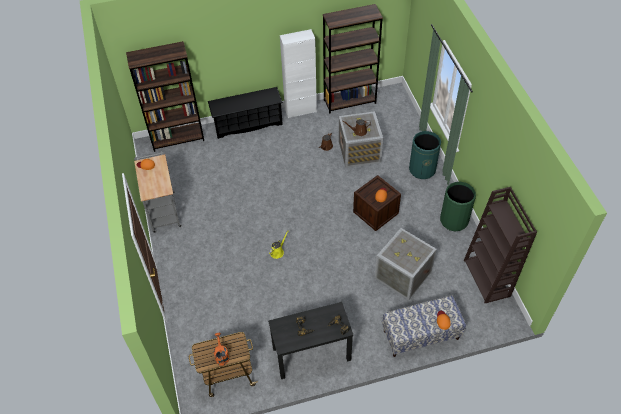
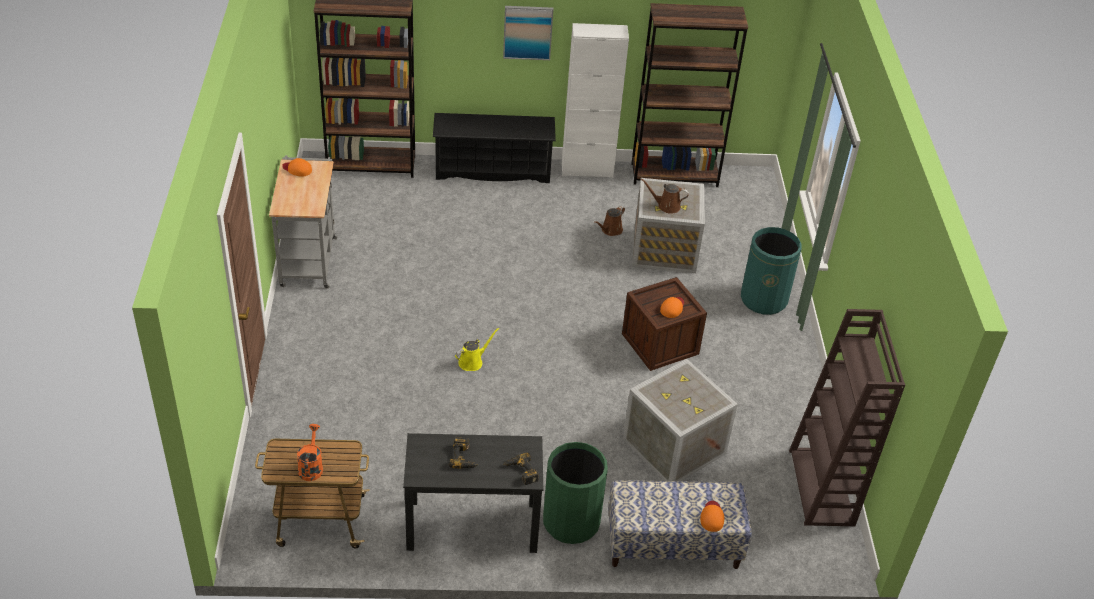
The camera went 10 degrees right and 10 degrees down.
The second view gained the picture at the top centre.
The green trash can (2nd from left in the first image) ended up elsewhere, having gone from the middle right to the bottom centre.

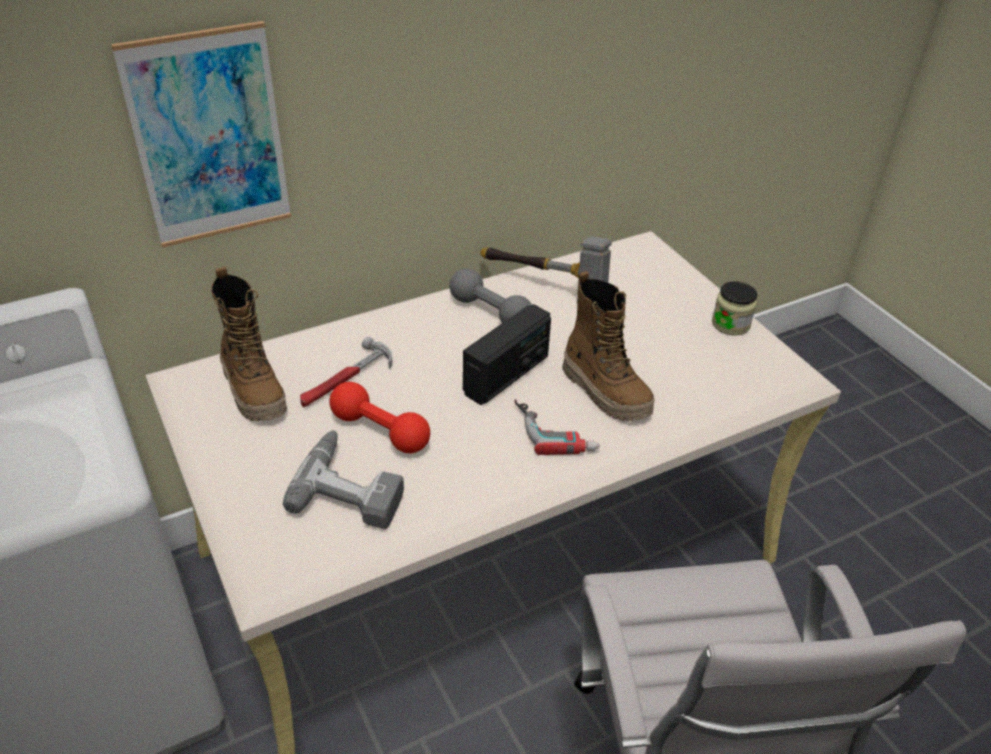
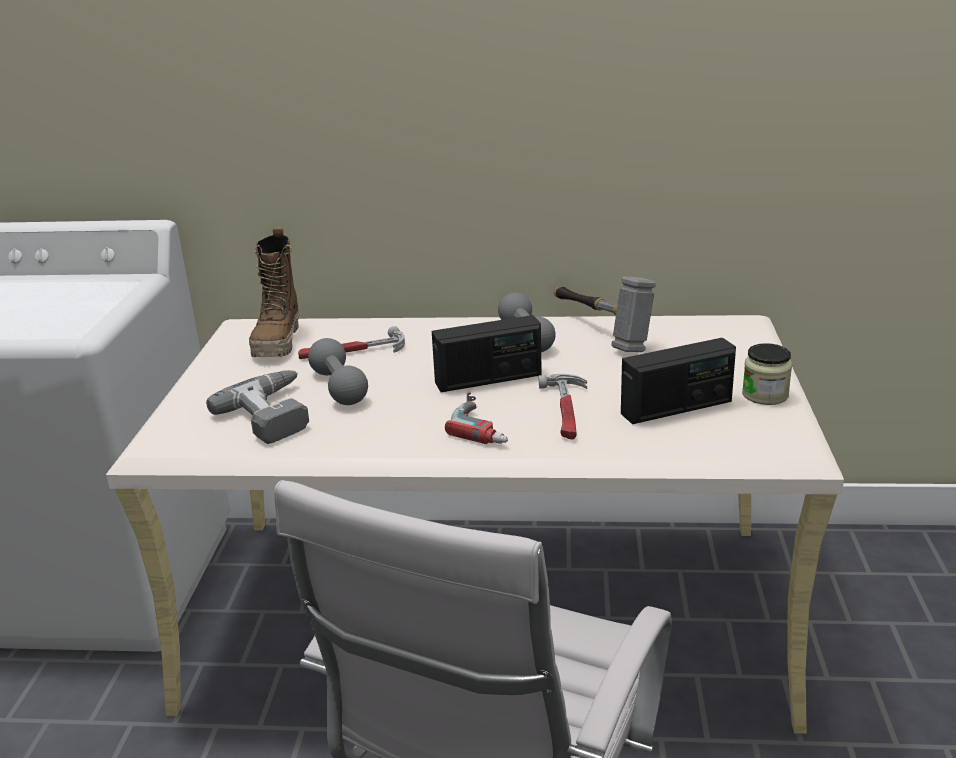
The camera went 35 degrees right and 15 degrees down.
The second view lost the picture at the top left.
The second view gained the radio (2nd from left) at the middle right.
Where the boot (2nd from left) stood at the centre, the hammer (2nd from left) came to stand at the centre.
What was the red dumbbell at the centre turned into the grey dumbbell (1st from left) at the centre.

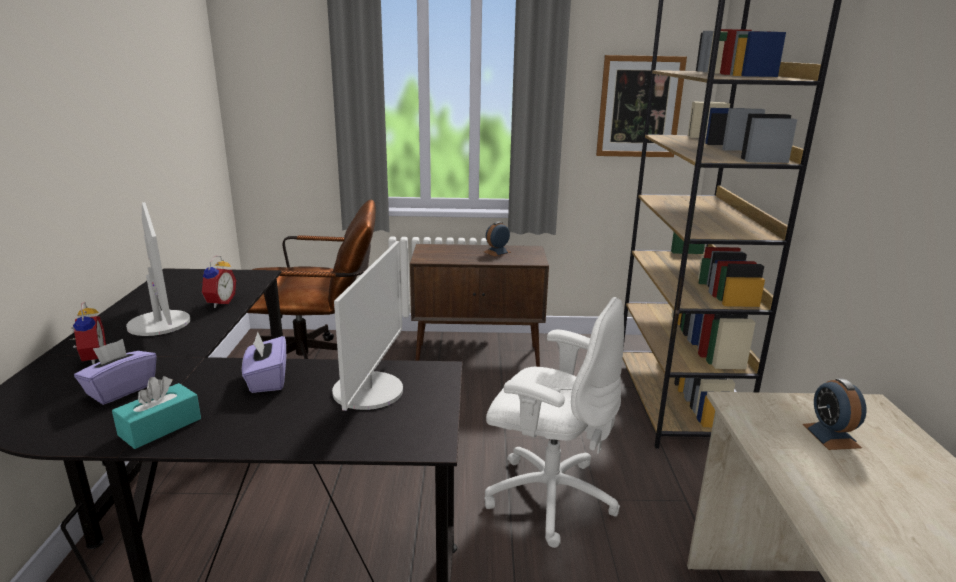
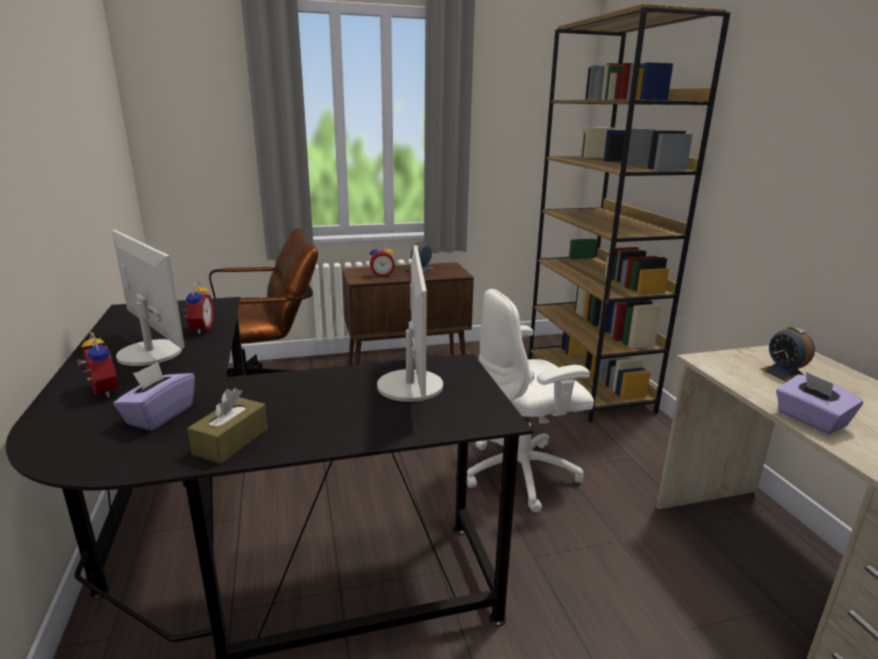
The camera went 15 degrees left and 0 degrees up.
The second view lost the picture at the top right.
The second view gained the alarm clock (3rd from left) at the centre.
The purple tissue box (2nd from left) ended up elsewhere, having gone from the middle left to the middle right.
What was the turquoise tissue box at the bottom left turned into the brown tissue box at the middle left.
The white office chair at the bottom centre ended up facing another way, 150 degrees clockwise from before.

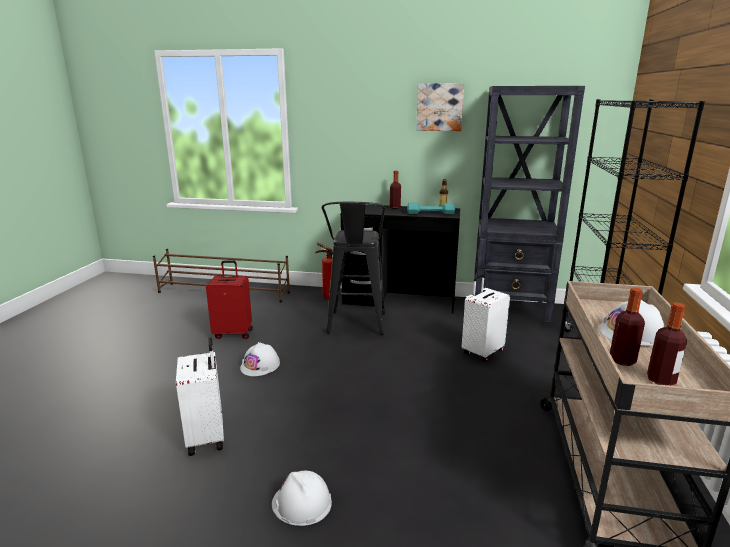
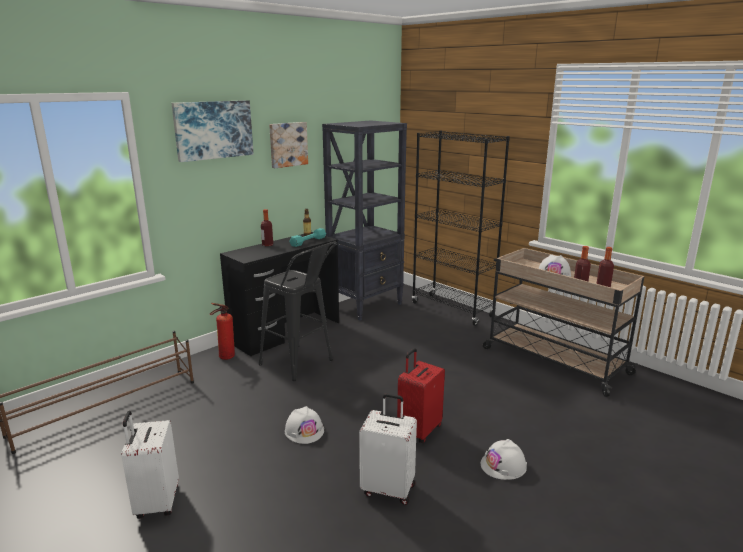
The camera went 55 degrees left and 0 degrees up.
The second view gained the picture (1st from left) at the top left.
The red suitcase ended up elsewhere, having gone from the middle left to the bottom centre.
The white suitcase (2nd from left in the first image) ended up elsewhere, having gone from the centre to the bottom left.

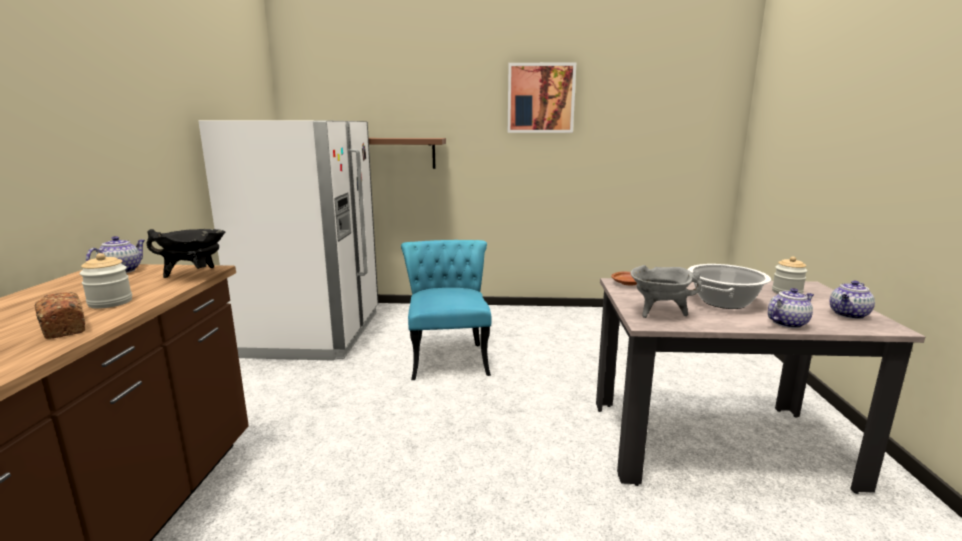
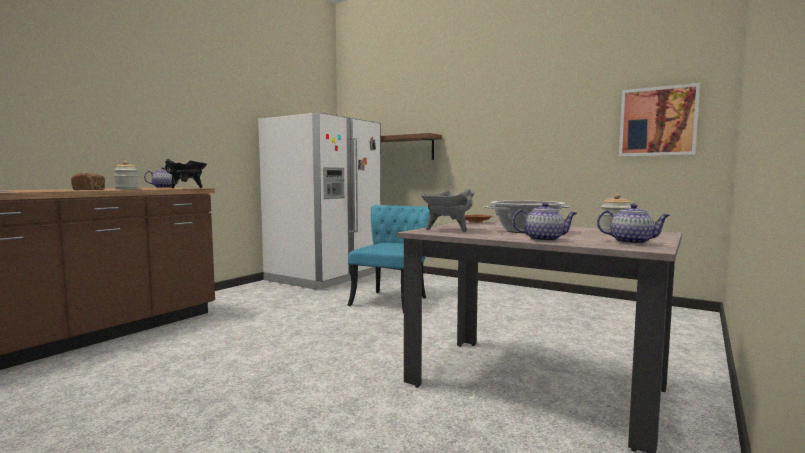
The camera went 30 degrees right and 10 degrees down.
The picture ended up elsewhere, having gone from the top centre to the top right.
The teapot (3rd from left) at the middle right ended up facing another way, 150 degrees counterclockwise from before.

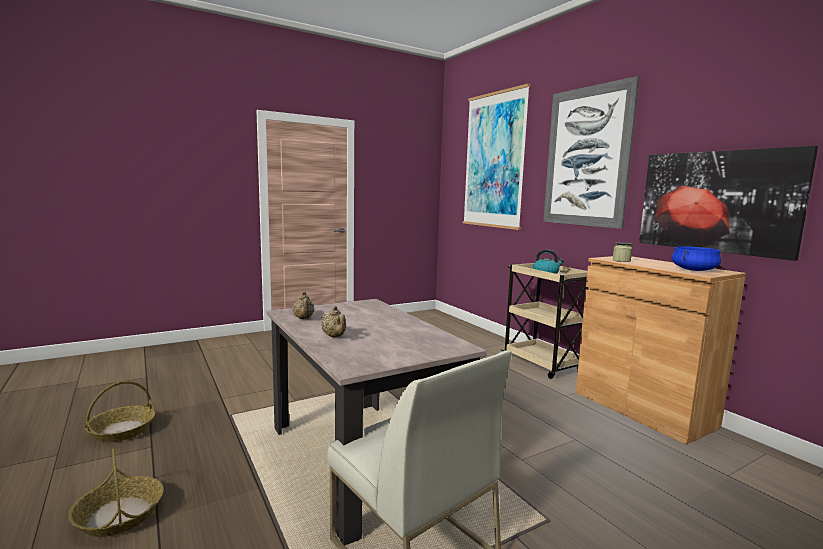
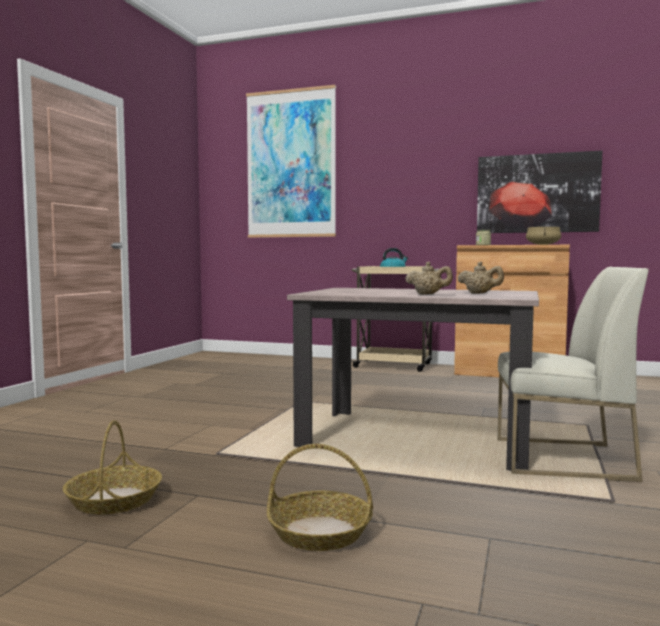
The camera went 40 degrees left and 5 degrees down.
The second view lost the picture (2nd from left) at the top right.
The beige teapot (1st from left in the first image) ended up elsewhere, having gone from the centre to the middle right.
What was the blue cooking pot at the middle right turned into the beige cooking pot at the middle right.

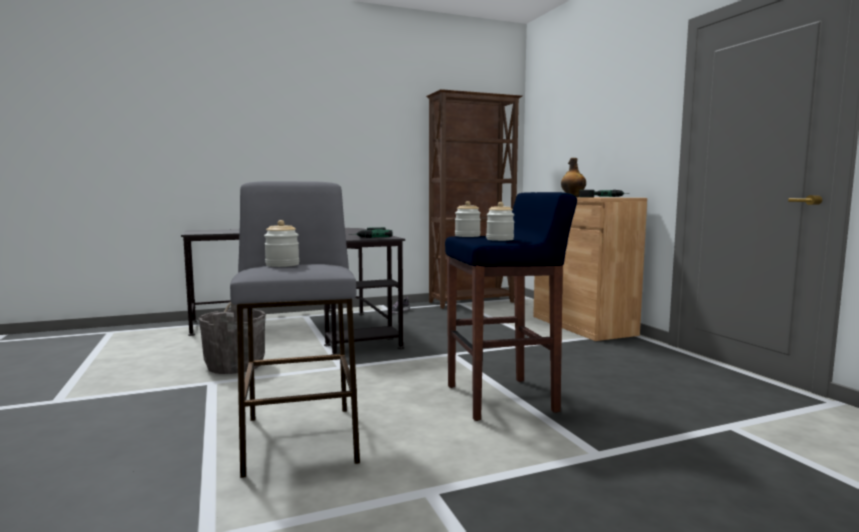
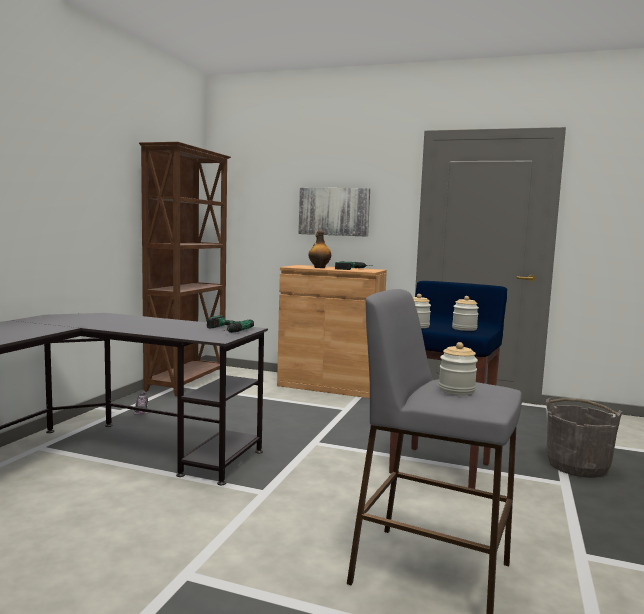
The camera went 50 degrees left and 0 degrees up.
The second view gained the picture at the centre.
The grey bucket ended up elsewhere, having gone from the middle left to the bottom right.

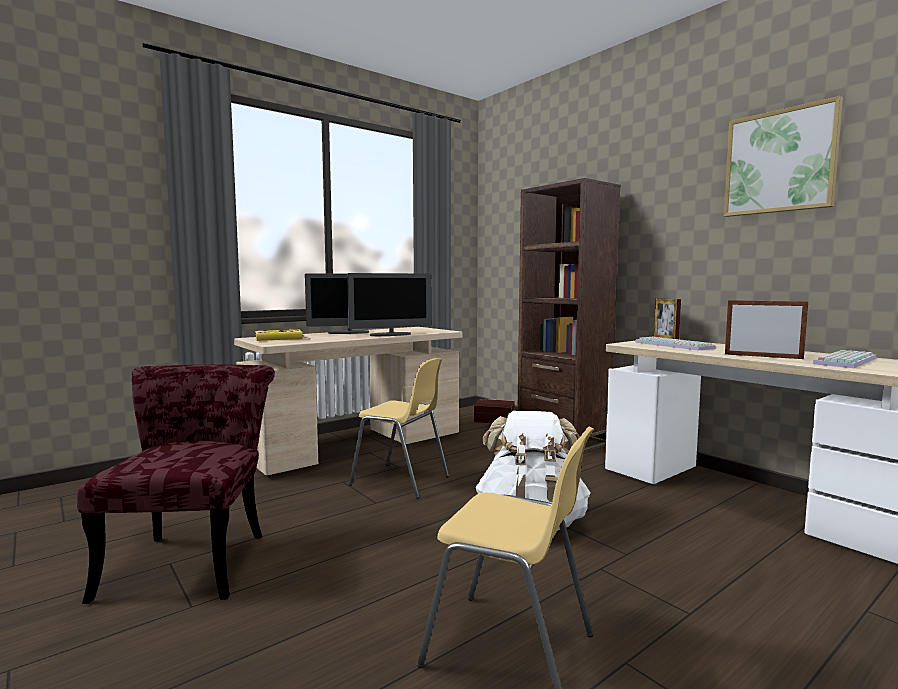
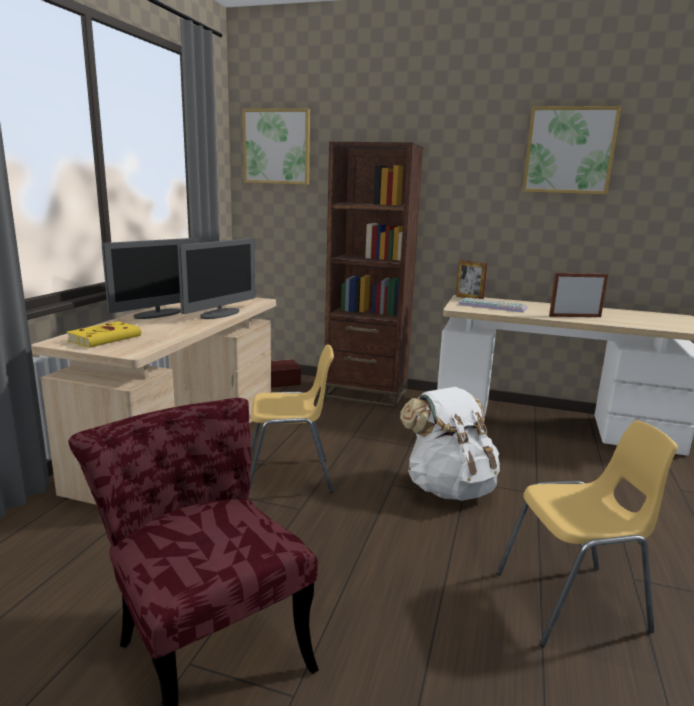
The camera went 35 degrees left and 10 degrees up.
The second view lost the keyboard (2nd from left) at the middle right.
The second view gained the picture (1st from left) at the top centre.

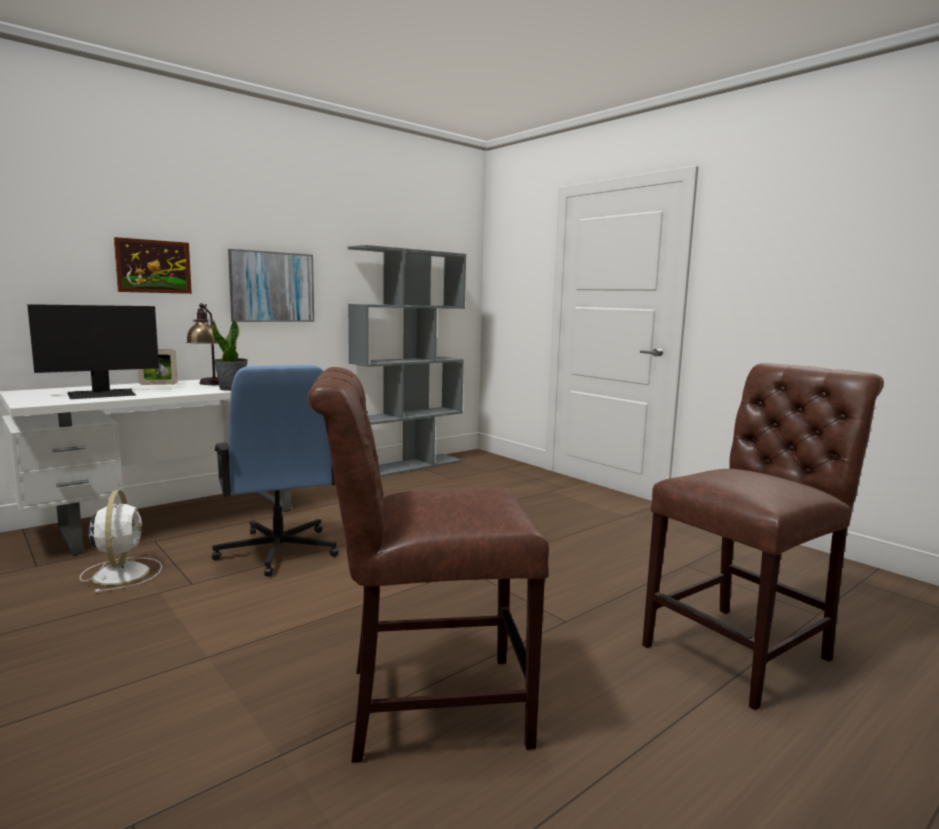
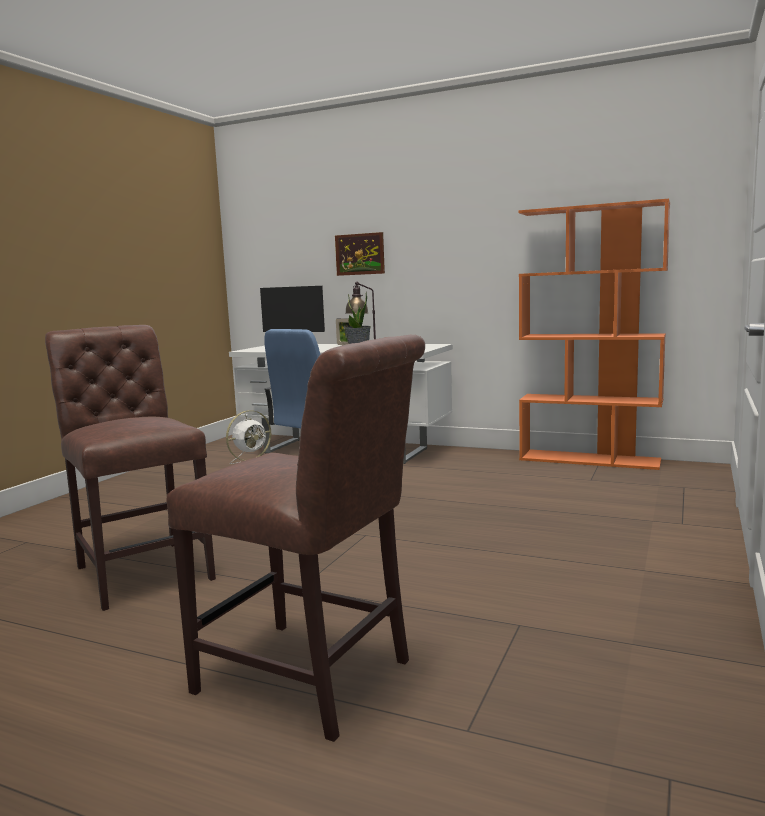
The camera went 65 degrees right and 0 degrees up.
The second view lost the picture (2nd from left) at the middle left.
What was the grey bookcase at the centre turned into the orange bookcase at the middle right.

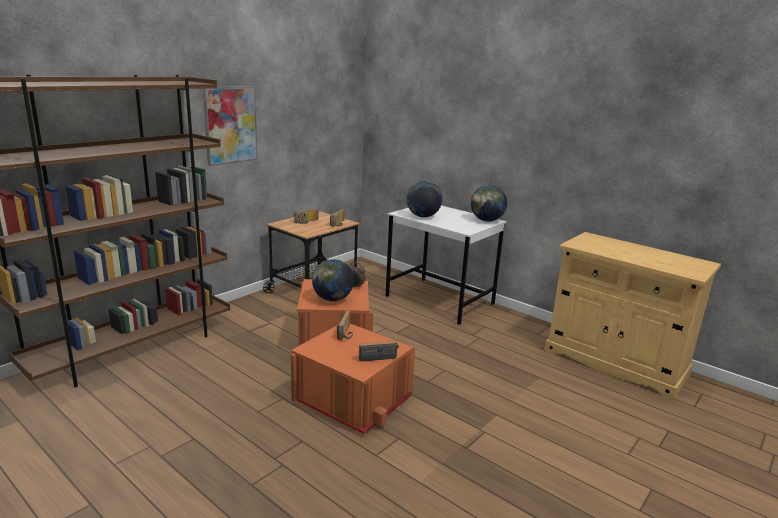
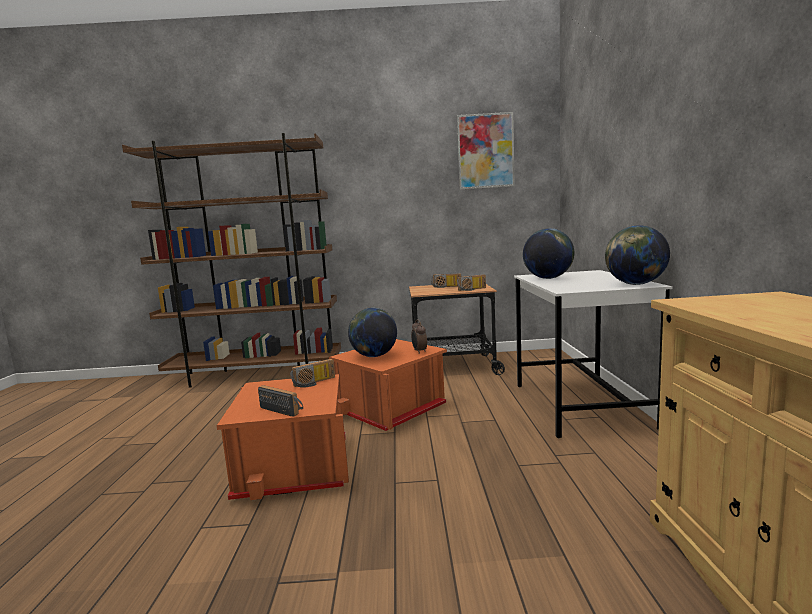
The camera went 50 degrees right and 10 degrees down.
The picture ended up elsewhere, having gone from the top left to the top centre.

